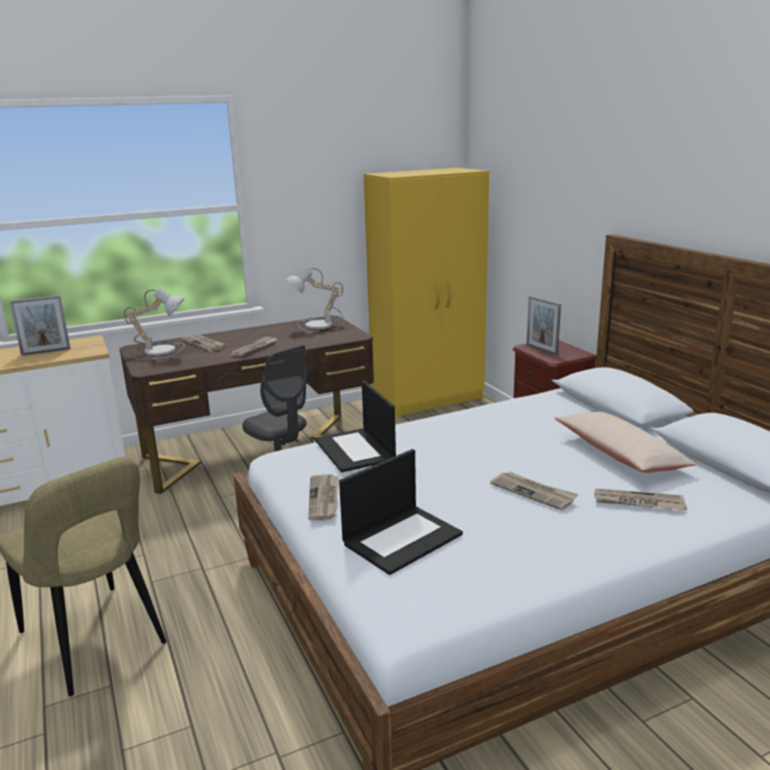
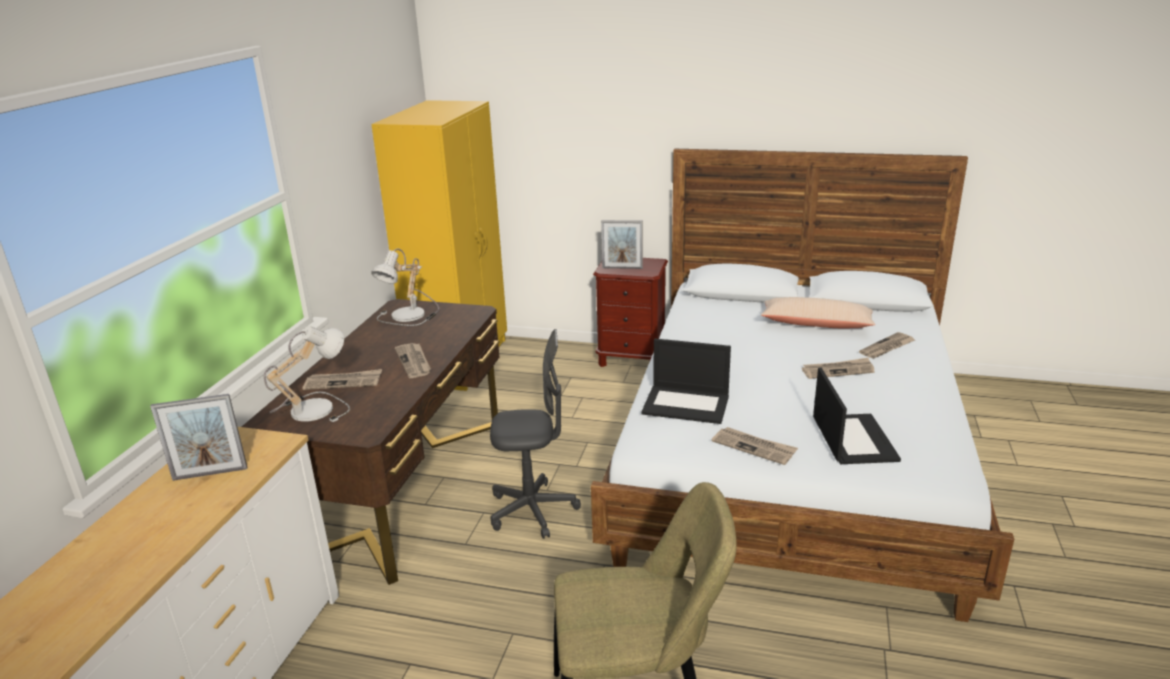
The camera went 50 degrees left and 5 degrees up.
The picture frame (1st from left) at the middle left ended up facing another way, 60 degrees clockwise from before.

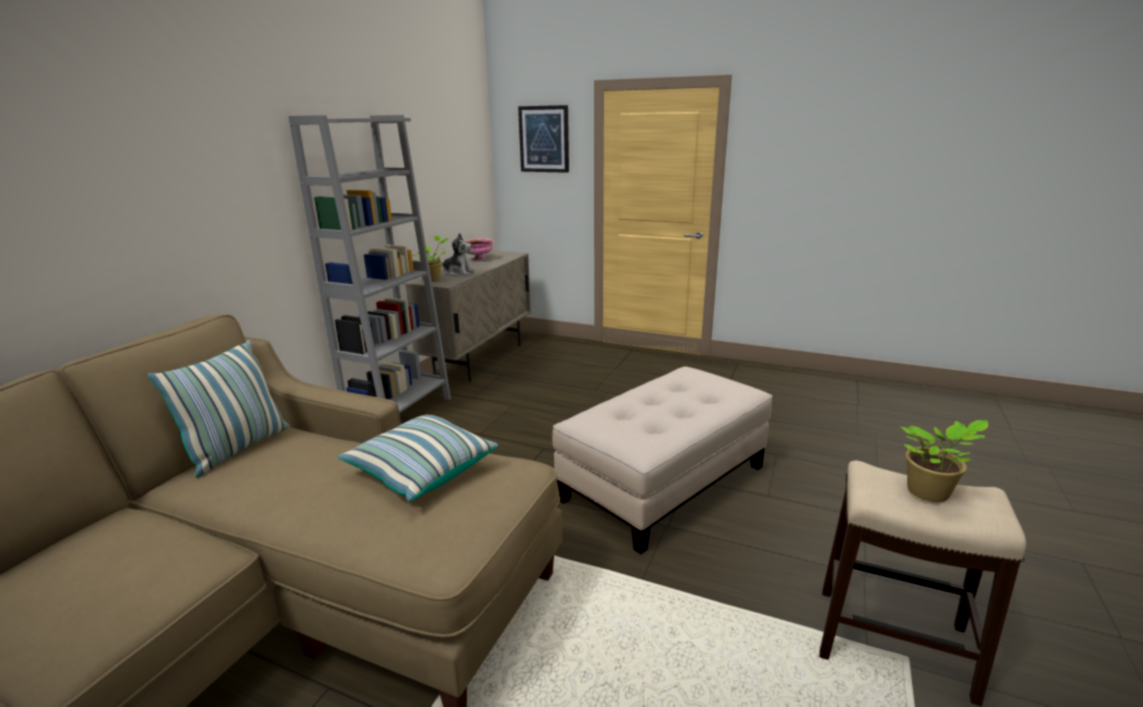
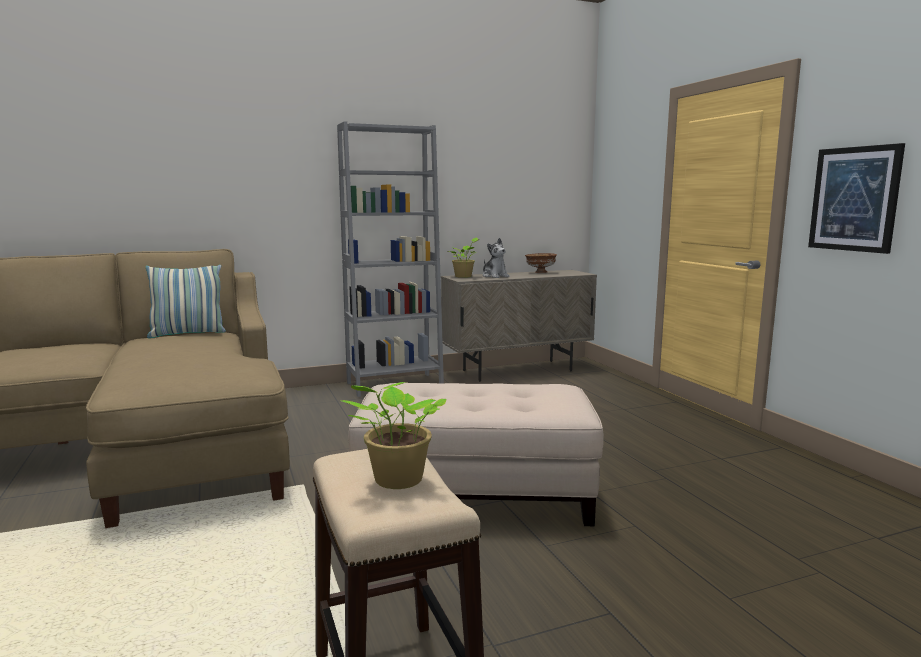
The camera went 45 degrees right and 10 degrees down.
The second view lost the pillow (2nd from left) at the centre.
The picture ended up elsewhere, having gone from the top centre to the top right.
What was the pink bowl at the centre turned into the brown bowl at the centre.

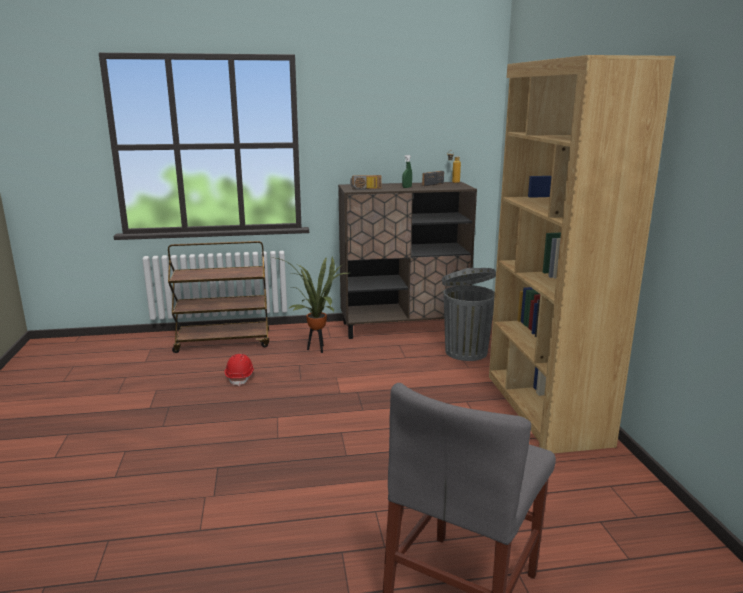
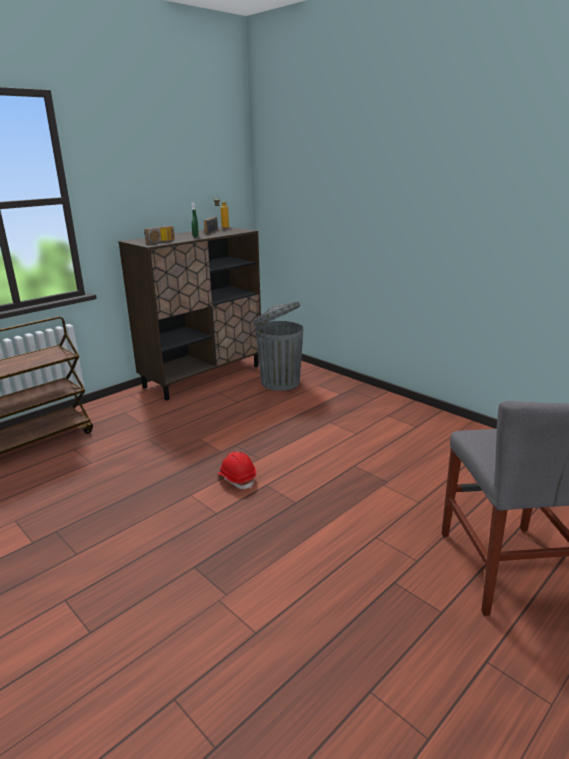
The camera went 35 degrees left and 5 degrees up.
The second view lost the potted plant at the centre.
The second view lost the brown bookcase at the middle right.
The red hard hat ended up elsewhere, having gone from the middle left to the centre.

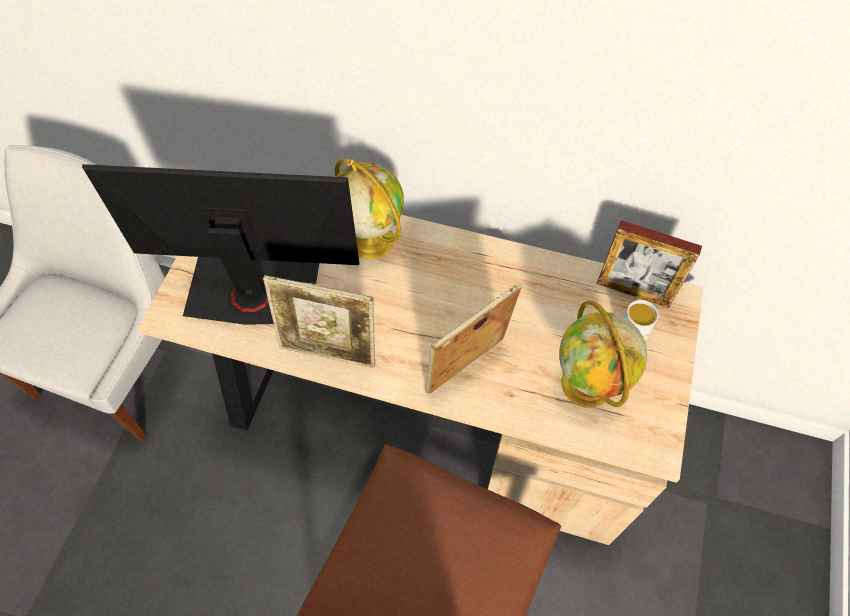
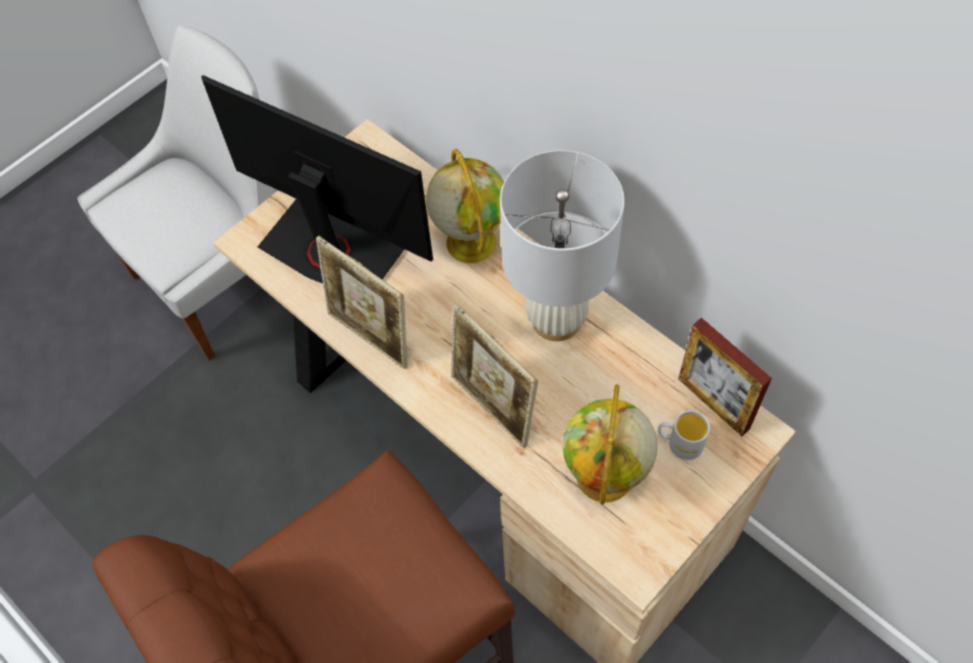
The camera went 30 degrees right and 0 degrees up.
The second view gained the white table lamp at the centre.
The picture frame (2nd from left) at the centre ended up facing another way, 120 degrees counterclockwise from before.

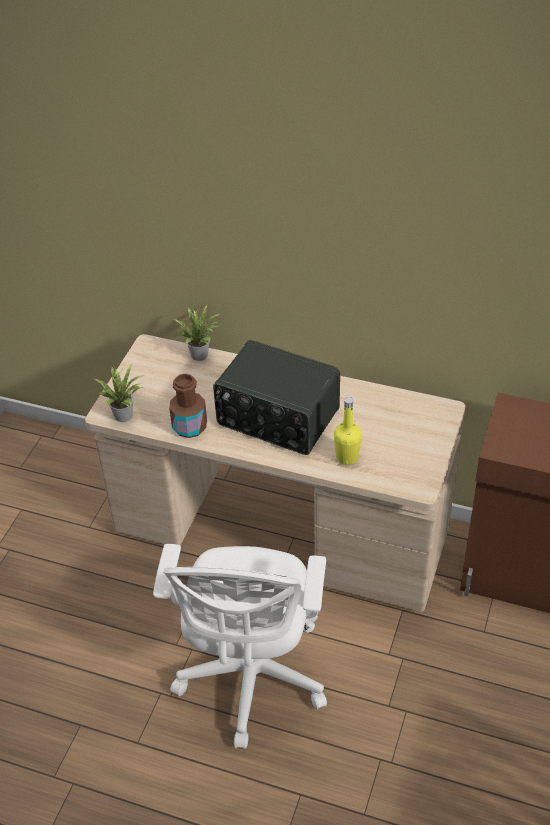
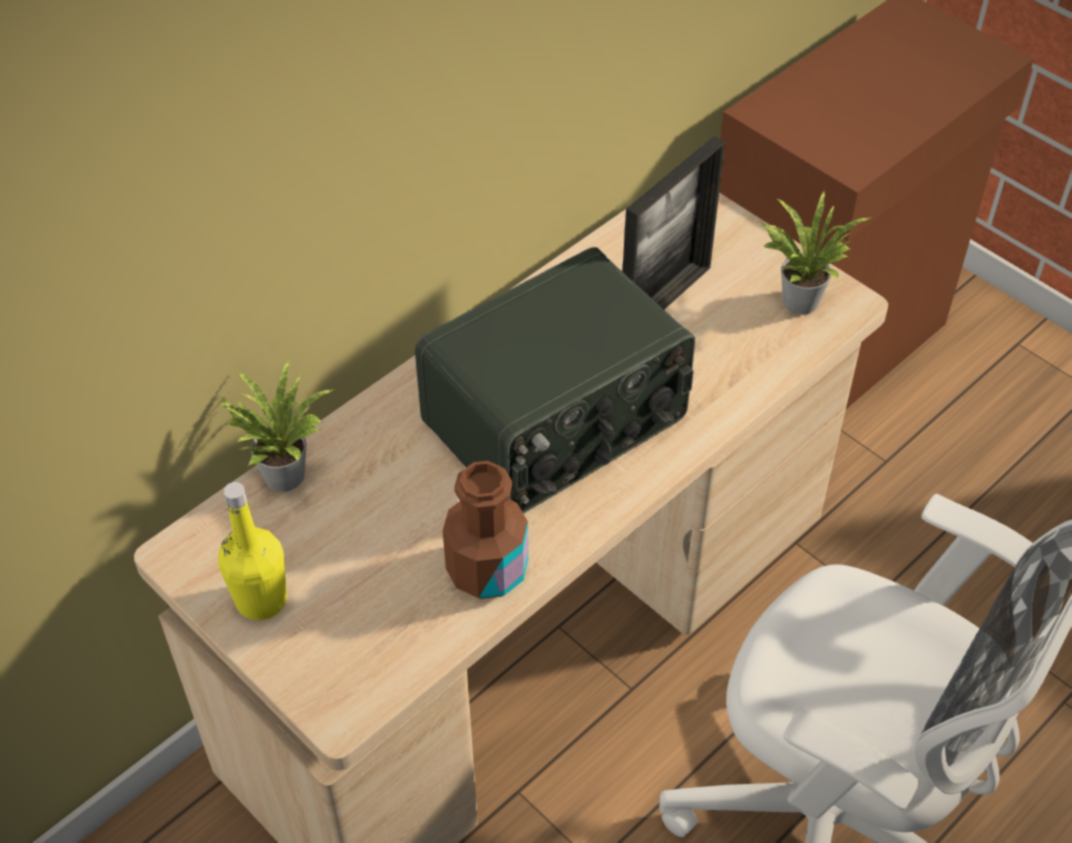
The camera went 65 degrees left and 5 degrees up.
The second view gained the picture frame at the top centre.
The potted plant (1st from left in the first image) ended up elsewhere, having gone from the middle left to the top right.
The yellow bottle ended up elsewhere, having gone from the centre to the middle left.

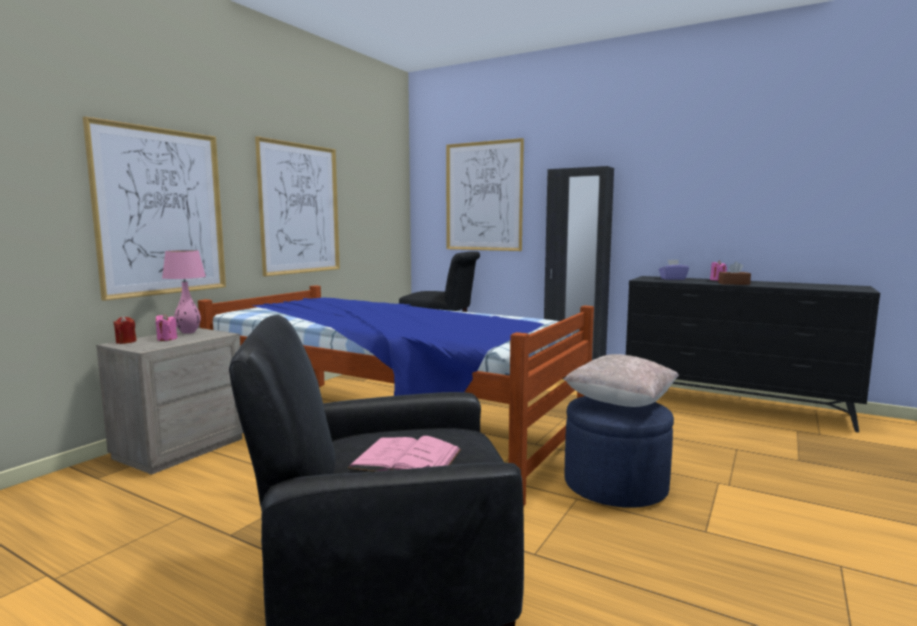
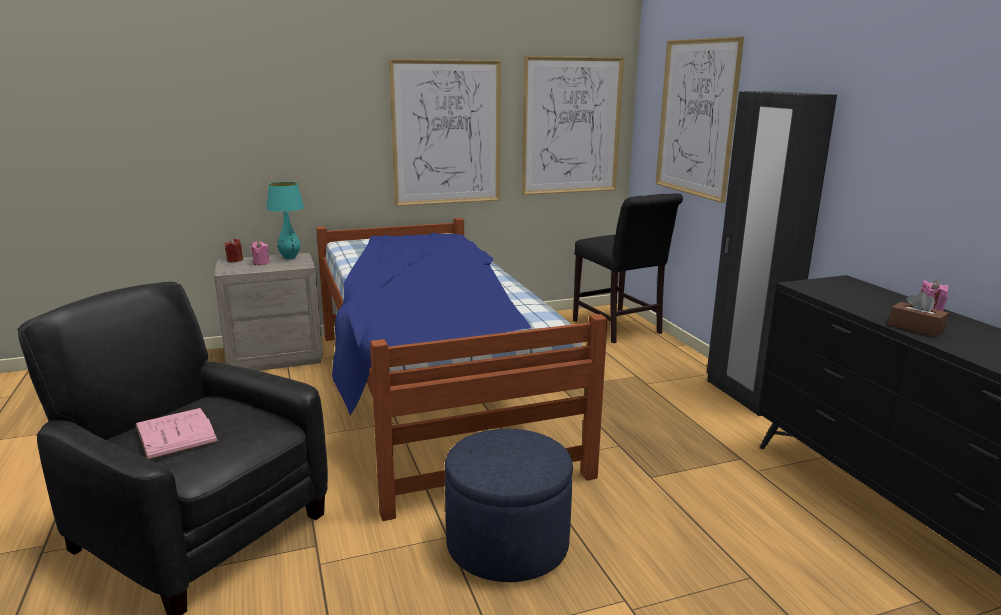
The camera went 40 degrees right and 10 degrees up.
The second view lost the beige pillow at the middle right.
The second view lost the purple tissue box at the middle right.
The picture (1st from left in the first image) ended up elsewhere, having gone from the top left to the top centre.
What was the pink table lamp at the middle left turned into the turquoise table lamp at the middle left.

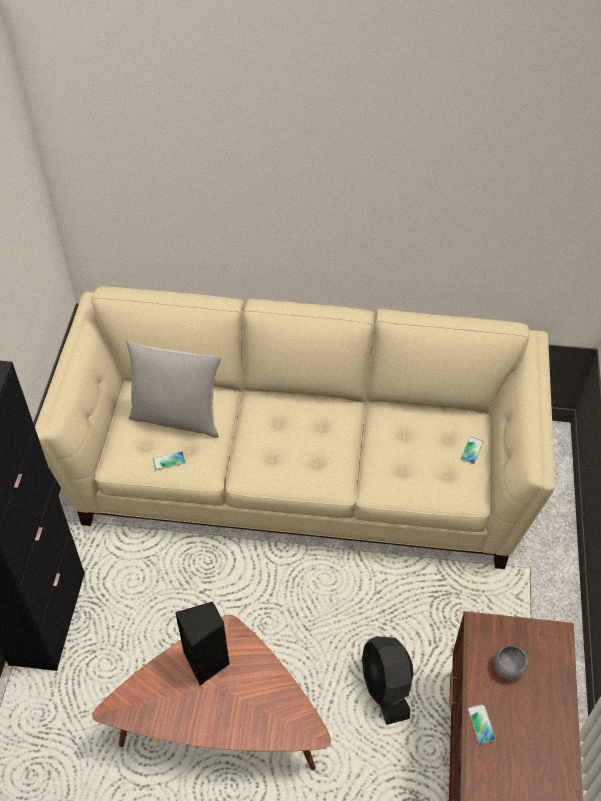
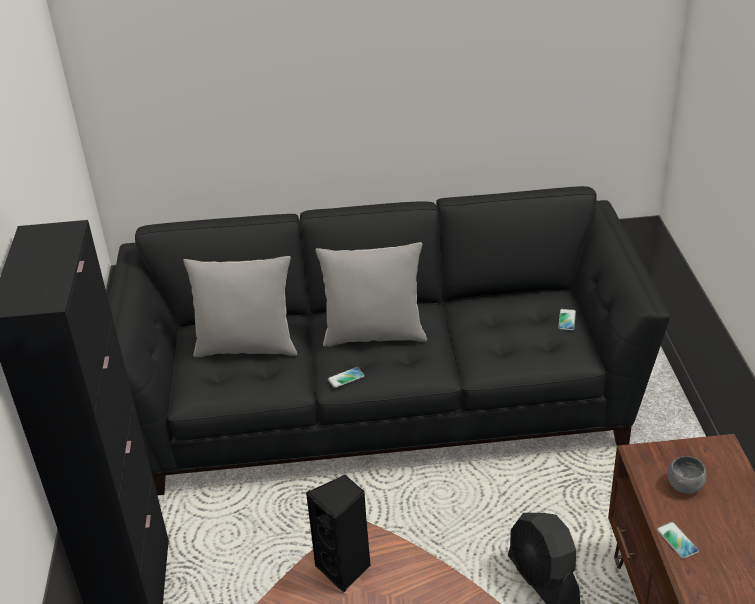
The camera went 10 degrees left and 15 degrees down.
The second view gained the grey pillow (2nd from left) at the centre.
The phone (1st from left) ended up elsewhere, having gone from the middle left to the centre.
What was the beige sofa at the centre turned into the black sofa at the centre.

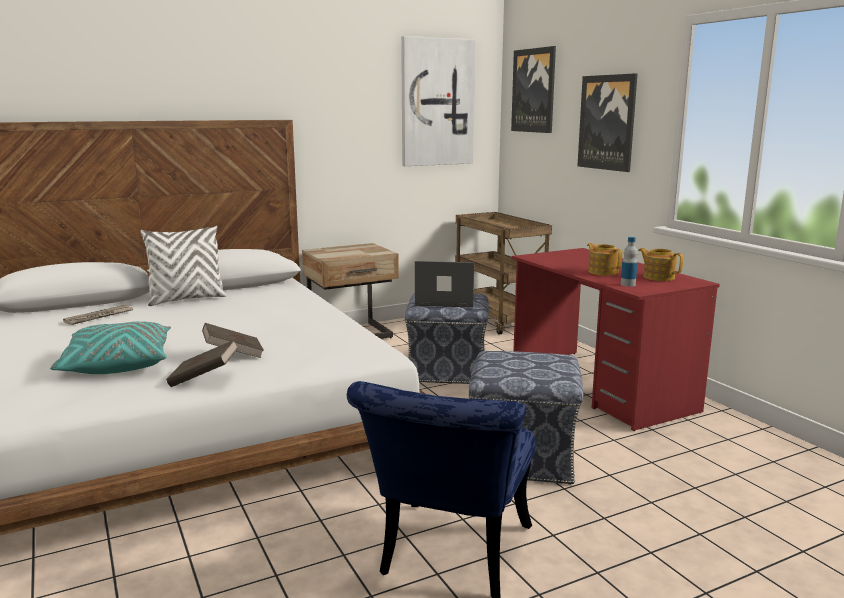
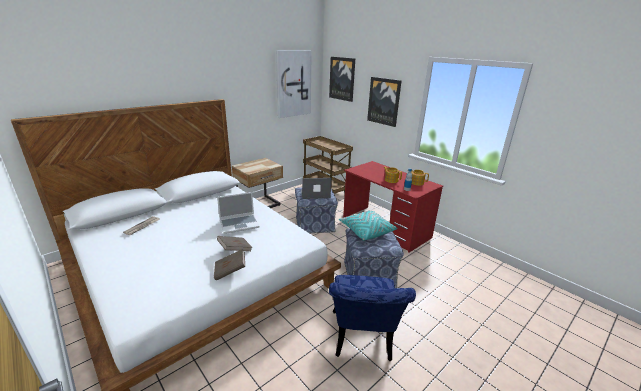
The camera went 15 degrees left and 10 degrees up.
The second view lost the white pillow at the middle left.
The second view gained the laptop (1st from left) at the centre.
The turquoise pillow ended up elsewhere, having gone from the middle left to the centre.

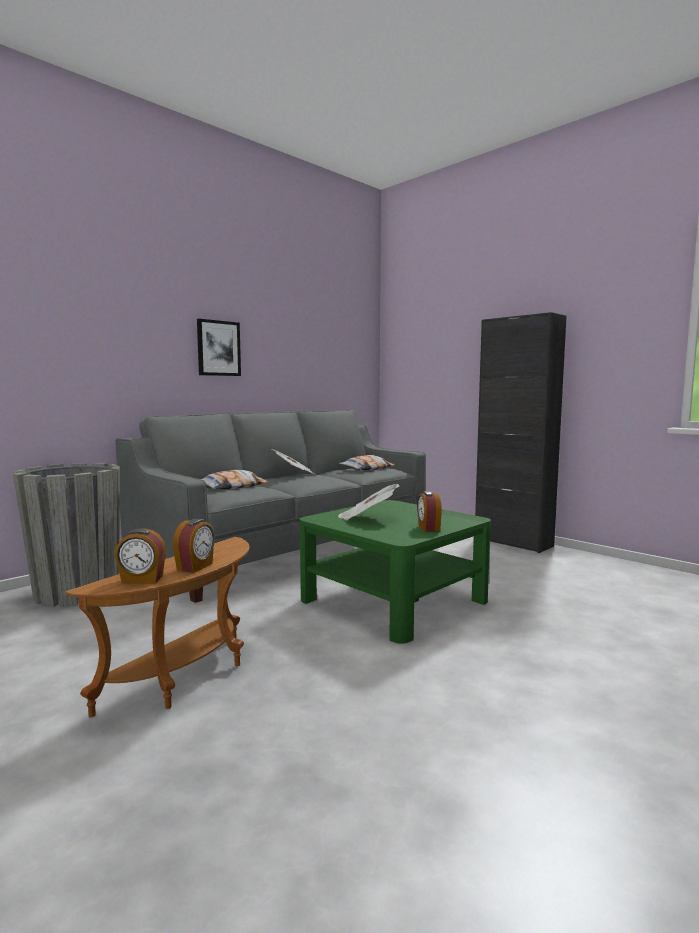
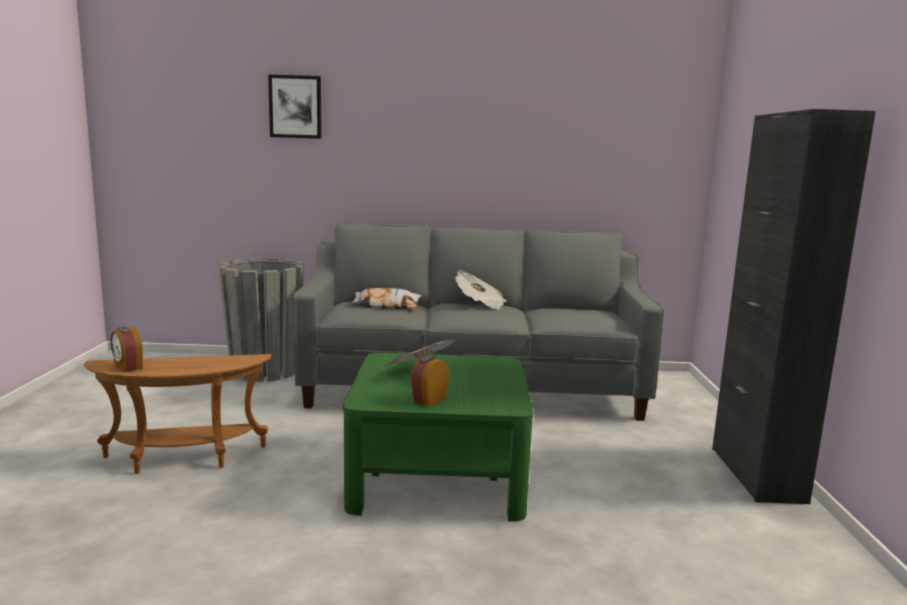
The camera went 45 degrees right and 5 degrees up.
The second view lost the alarm clock (2nd from left) at the middle left.
The second view lost the pillow (2nd from left) at the centre.
The picture ended up elsewhere, having gone from the middle left to the top left.

